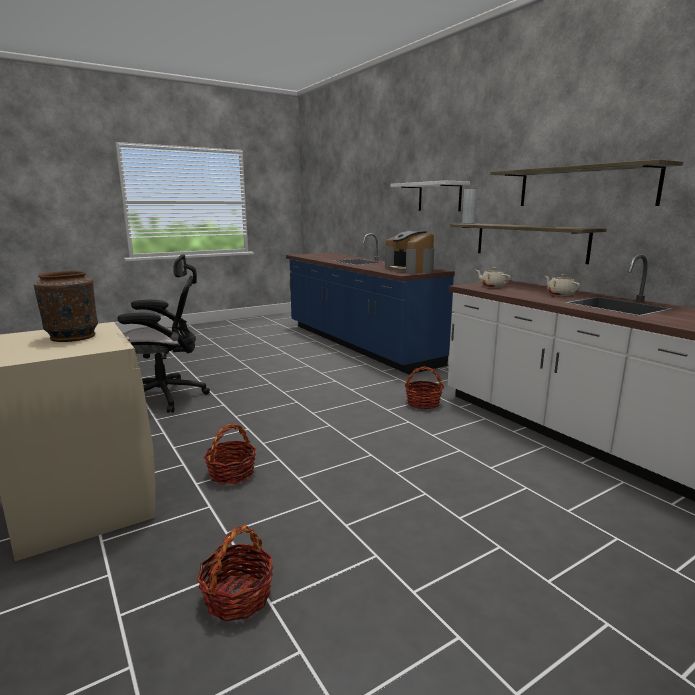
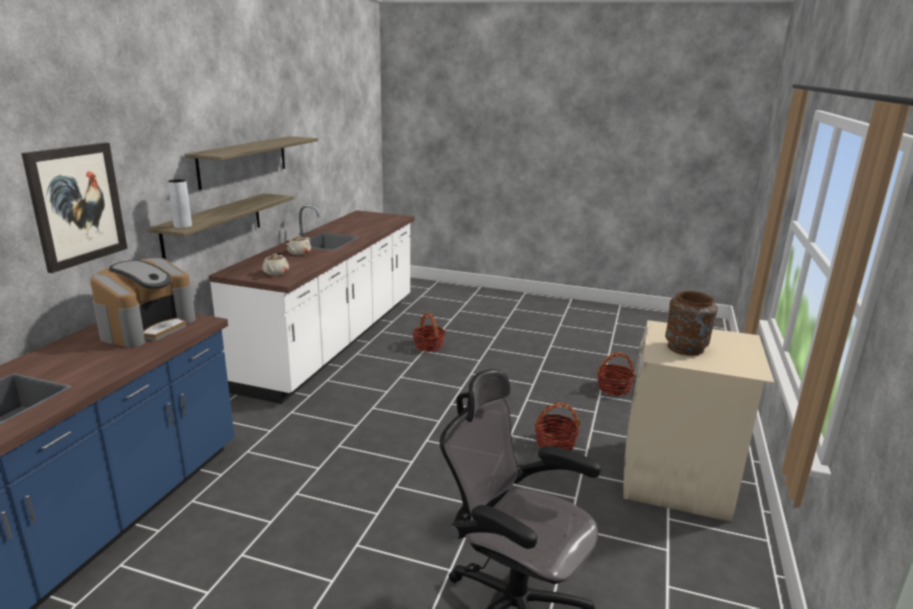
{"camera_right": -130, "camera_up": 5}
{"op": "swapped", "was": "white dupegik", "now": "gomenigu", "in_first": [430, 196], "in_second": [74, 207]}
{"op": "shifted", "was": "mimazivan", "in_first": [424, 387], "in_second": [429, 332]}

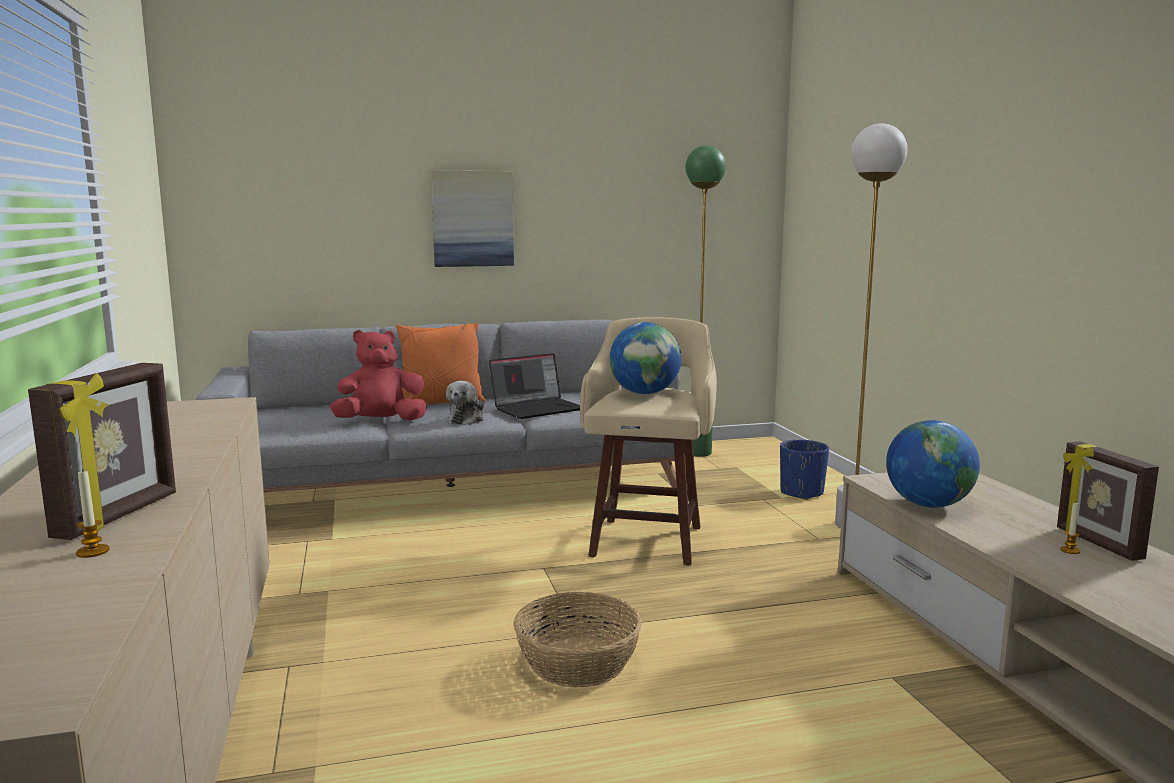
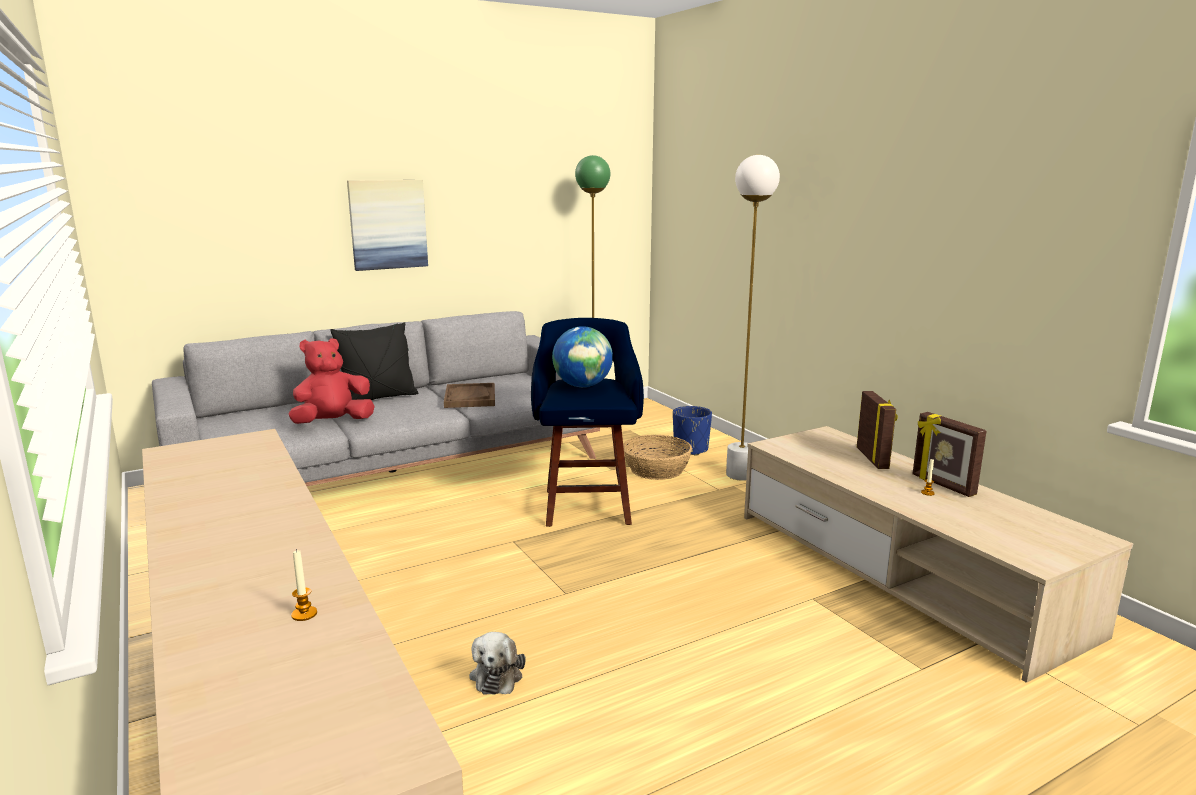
{"camera_right": -15, "camera_up": 5}
{"op": "shifted", "was": "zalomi", "in_first": [102, 451], "in_second": [877, 430]}
{"op": "repainted", "was": "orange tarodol", "now": "black tarodol", "in_first": [441, 364], "in_second": [374, 361]}
{"op": "shifted", "was": "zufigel", "in_first": [465, 403], "in_second": [497, 663]}
{"op": "swapped", "was": "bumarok", "now": "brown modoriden", "in_first": [534, 386], "in_second": [469, 395]}
{"op": "shifted", "was": "mimazivan", "in_first": [577, 639], "in_second": [657, 457]}
{"op": "repainted", "was": "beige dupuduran", "now": "blue dupuduran", "in_first": [648, 441], "in_second": [587, 422]}
{"op": "gone", "was": "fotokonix", "in_first": [933, 464]}

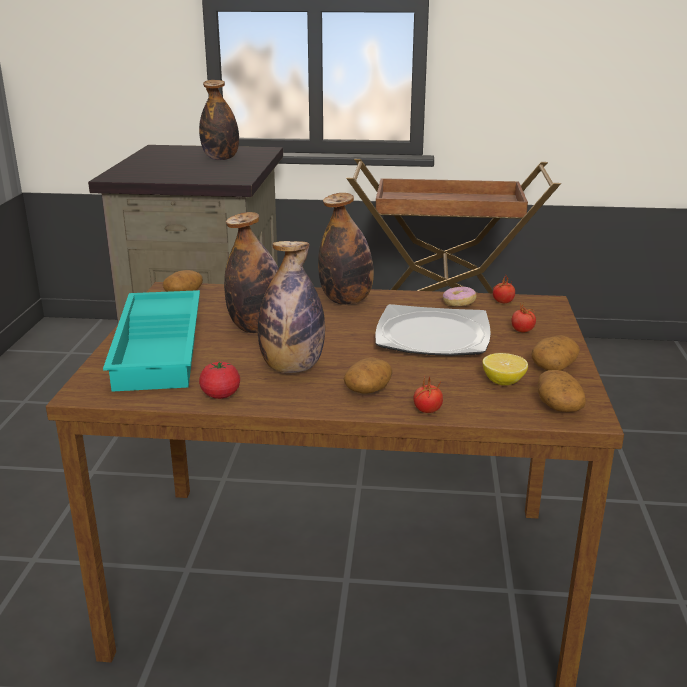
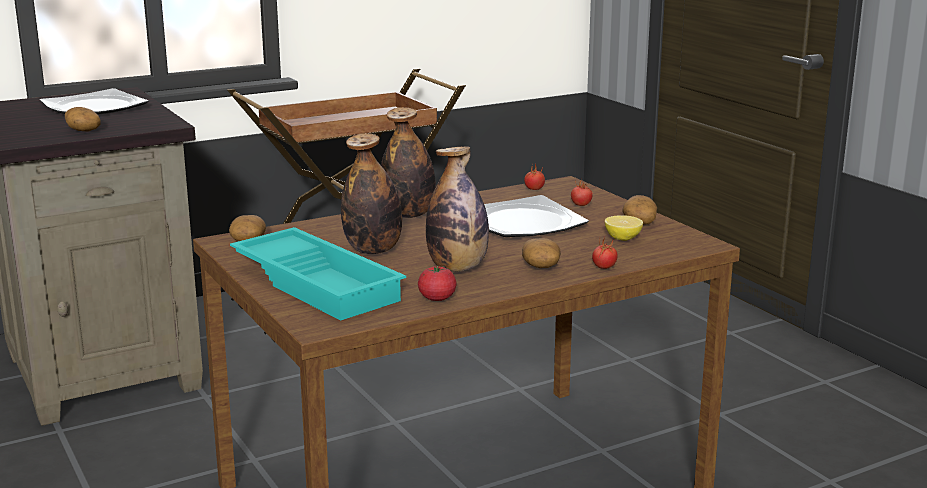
{"camera_right": -35, "camera_up": -5}
{"op": "swapped", "was": "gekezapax", "now": "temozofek", "in_first": [219, 120], "in_second": [94, 101]}
{"op": "gone", "was": "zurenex", "in_first": [459, 296]}
{"op": "shifted", "was": "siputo", "in_first": [562, 391], "in_second": [83, 119]}

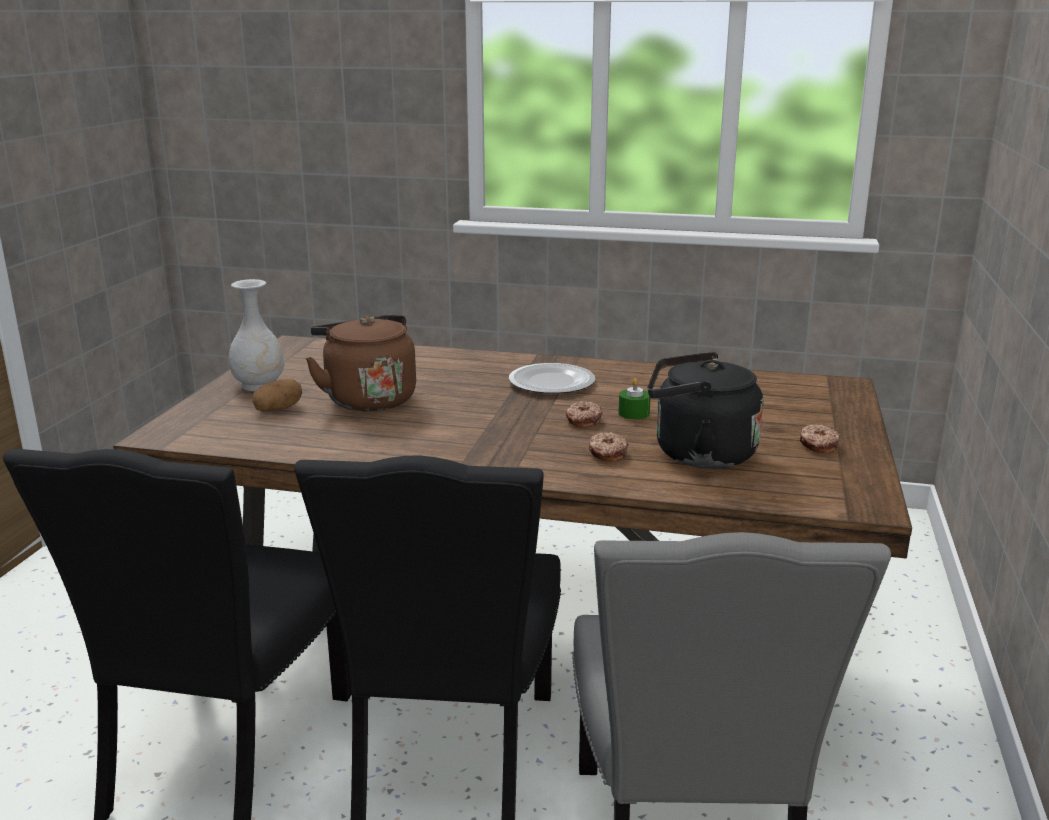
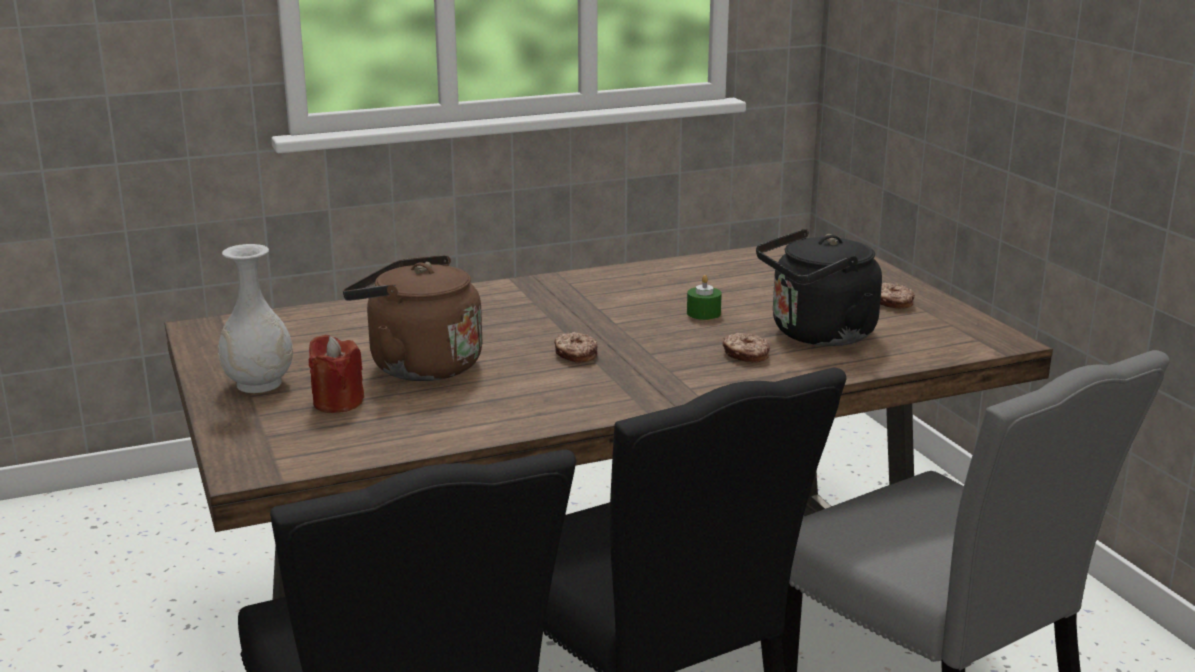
{"camera_right": -35, "camera_up": 0}
{"op": "swapped", "was": "siputo", "now": "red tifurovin", "in_first": [277, 395], "in_second": [336, 374]}
{"op": "gone", "was": "temozofek", "in_first": [552, 378]}
{"op": "shifted", "was": "zurenex", "in_first": [584, 414], "in_second": [576, 347]}

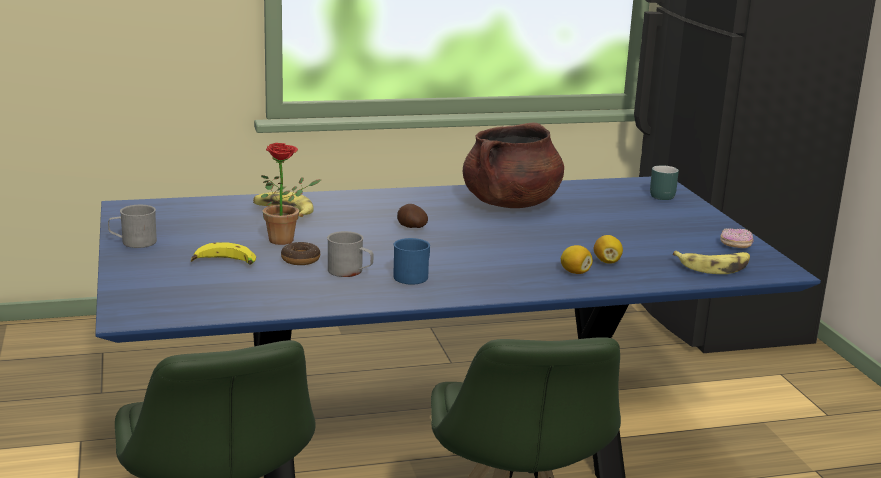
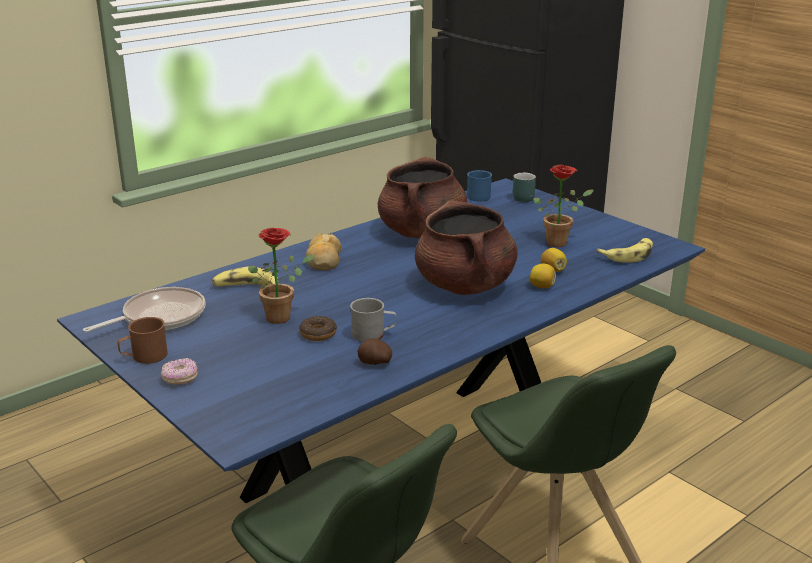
{"camera_right": -25, "camera_up": 5}
{"op": "repainted", "was": "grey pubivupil", "now": "brown pubivupil", "in_first": [132, 226], "in_second": [142, 340]}
{"op": "gone", "was": "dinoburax", "in_first": [223, 253]}
{"op": "shifted", "was": "blue pubivupil", "in_first": [411, 261], "in_second": [479, 185]}
{"op": "shifted", "was": "siputo", "in_first": [412, 216], "in_second": [375, 351]}
{"op": "shifted", "was": "zurenex", "in_first": [736, 238], "in_second": [179, 371]}
{"op": "new", "now": "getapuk", "in_second": [144, 309]}
{"op": "new", "now": "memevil", "in_second": [323, 251]}
{"op": "new", "now": "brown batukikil", "in_second": [466, 247]}
{"op": "new", "now": "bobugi", "in_second": [564, 206]}

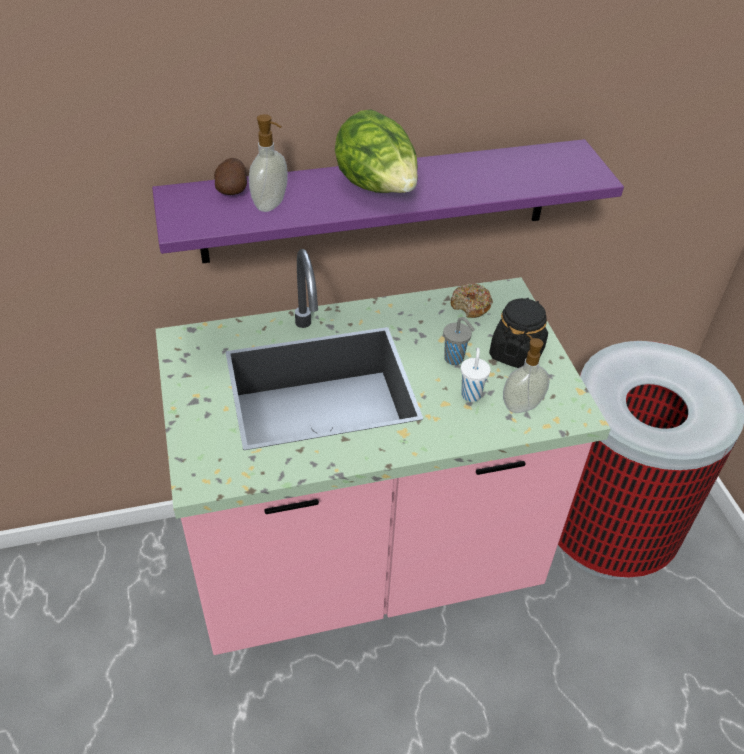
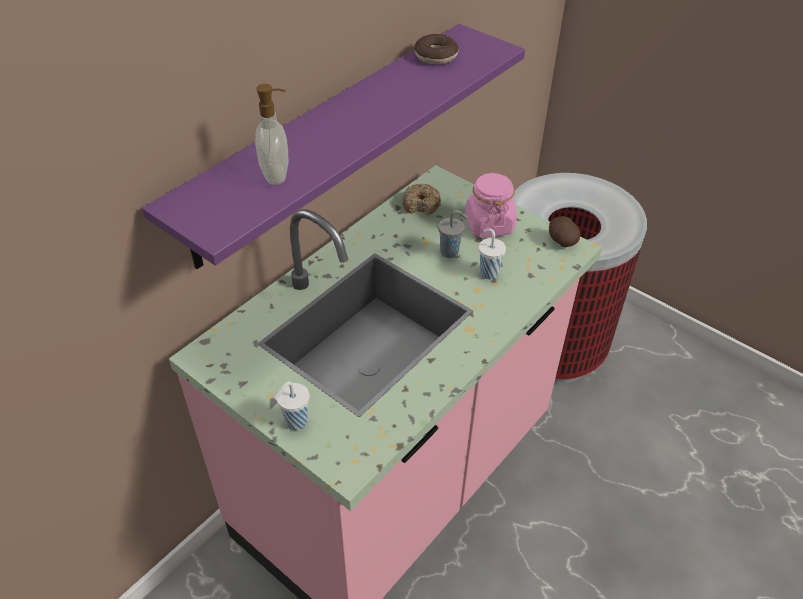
{"camera_right": -35, "camera_up": 0}
{"op": "shifted", "was": "siputo", "in_first": [230, 176], "in_second": [564, 231]}
{"op": "gone", "was": "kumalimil", "in_first": [376, 151]}
{"op": "repainted", "was": "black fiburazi", "now": "pink fiburazi", "in_first": [518, 333], "in_second": [491, 204]}
{"op": "gone", "was": "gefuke", "in_first": [526, 373]}
{"op": "new", "now": "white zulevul", "in_second": [291, 405]}
{"op": "new", "now": "zurenex", "in_second": [436, 49]}

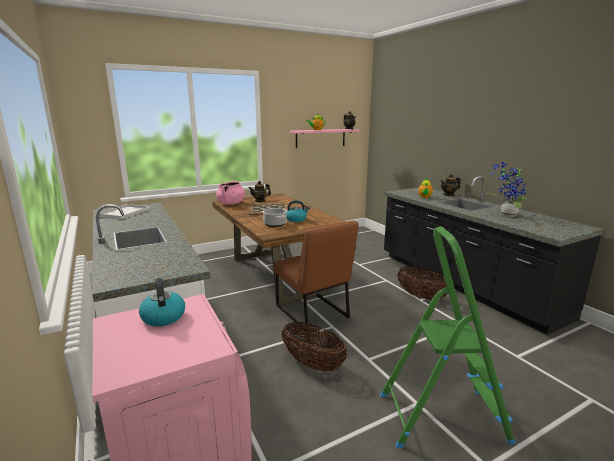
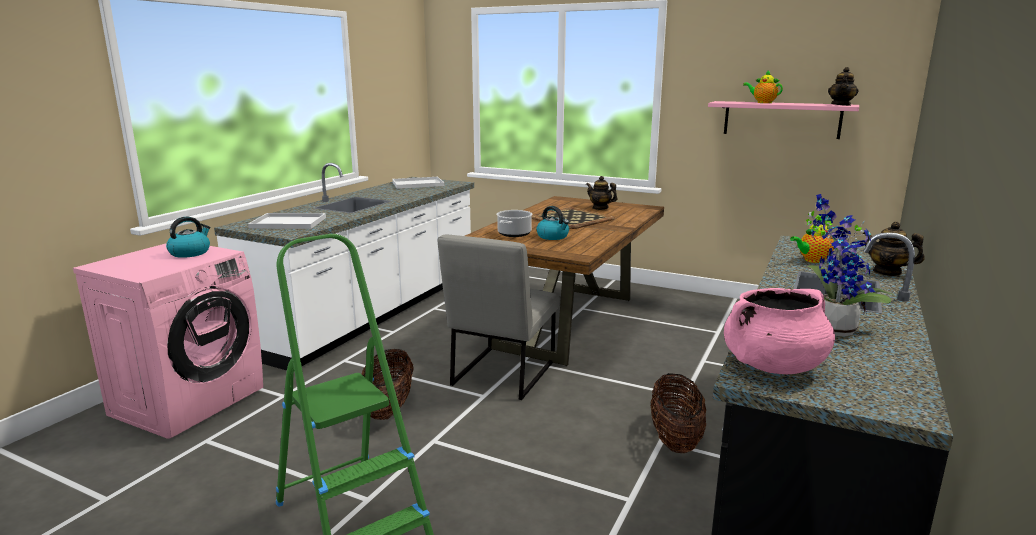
{"camera_right": 55, "camera_up": 0}
{"op": "shifted", "was": "pink batukikil", "in_first": [230, 193], "in_second": [779, 331]}
{"op": "repainted", "was": "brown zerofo", "now": "grey zerofo", "in_first": [316, 276], "in_second": [499, 317]}
{"op": "new", "now": "white modoriden", "in_second": [287, 221]}

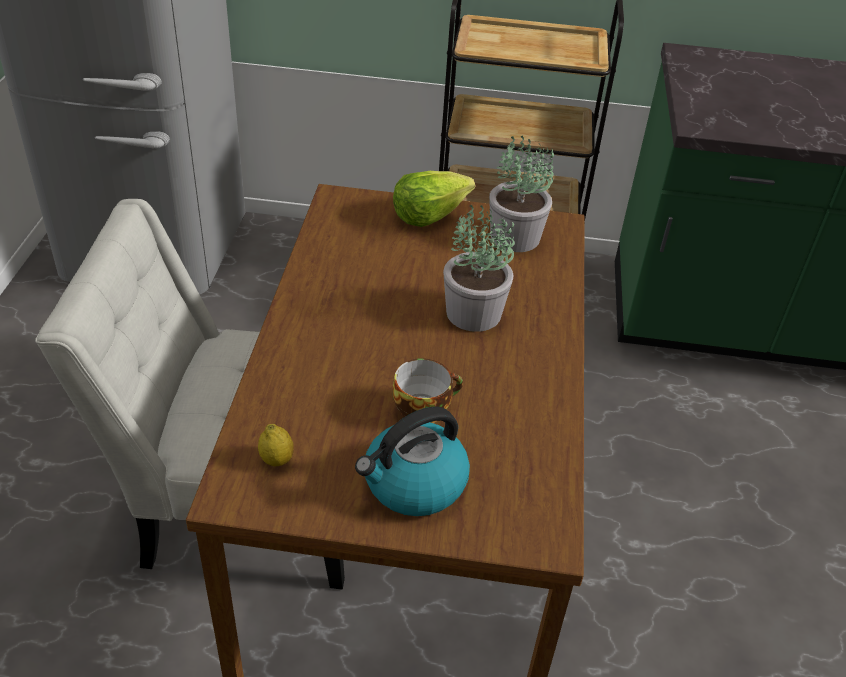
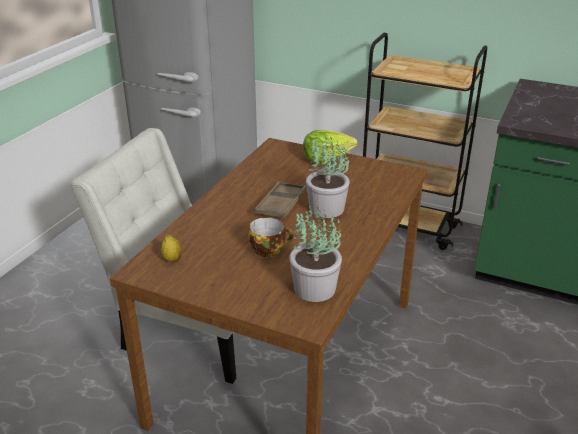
{"camera_right": 20, "camera_up": -10}
{"op": "gone", "was": "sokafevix", "in_first": [412, 461]}
{"op": "shifted", "was": "bobugi", "in_first": [521, 193], "in_second": [315, 254]}
{"op": "new", "now": "brown modoriden", "in_second": [281, 200]}

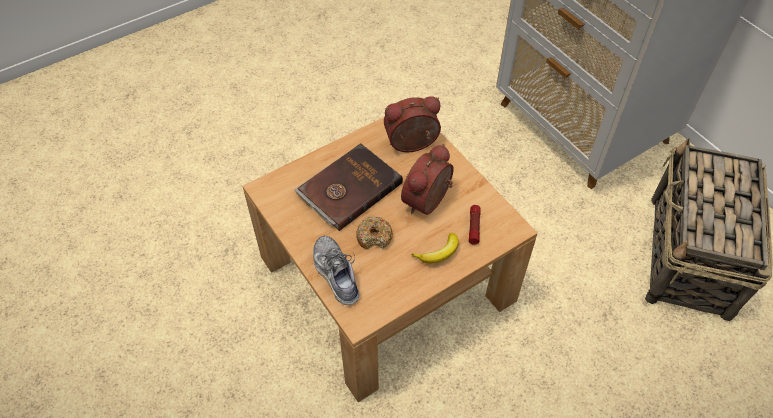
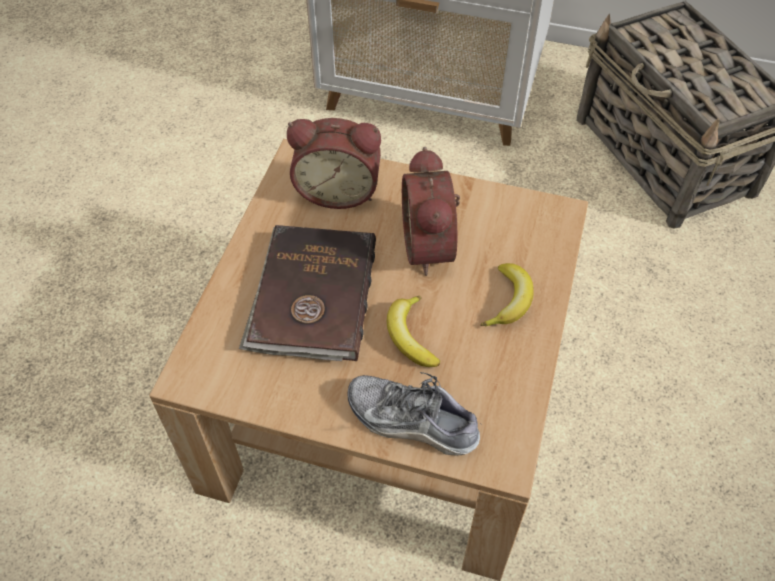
{"camera_right": -40, "camera_up": 0}
{"op": "swapped", "was": "zurenex", "now": "dinoburax", "in_first": [374, 233], "in_second": [413, 331]}
{"op": "rotated", "was": "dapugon", "in_first": [412, 124], "in_second": [334, 163], "clockwise": -120}
{"op": "gone", "was": "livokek", "in_first": [475, 225]}

